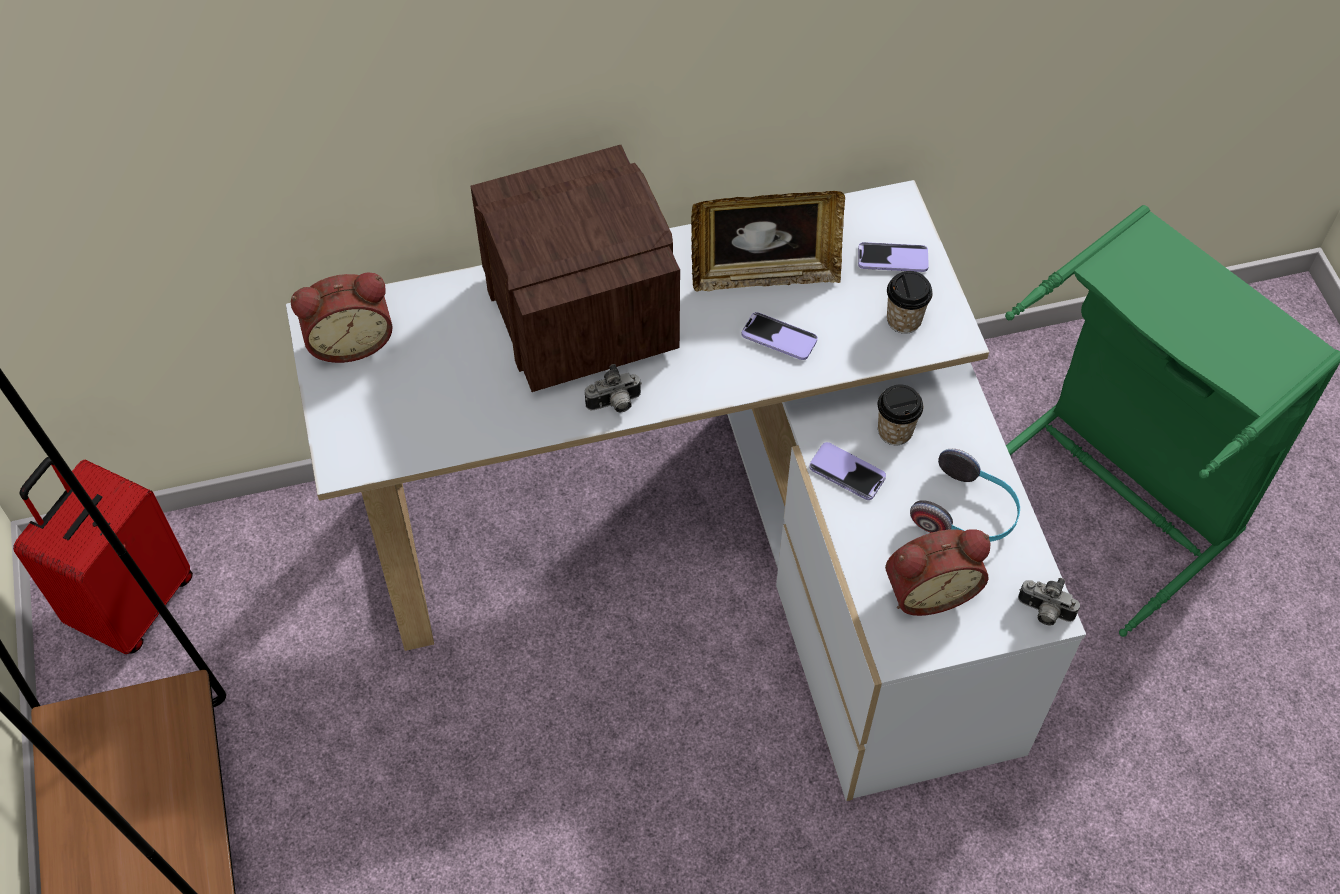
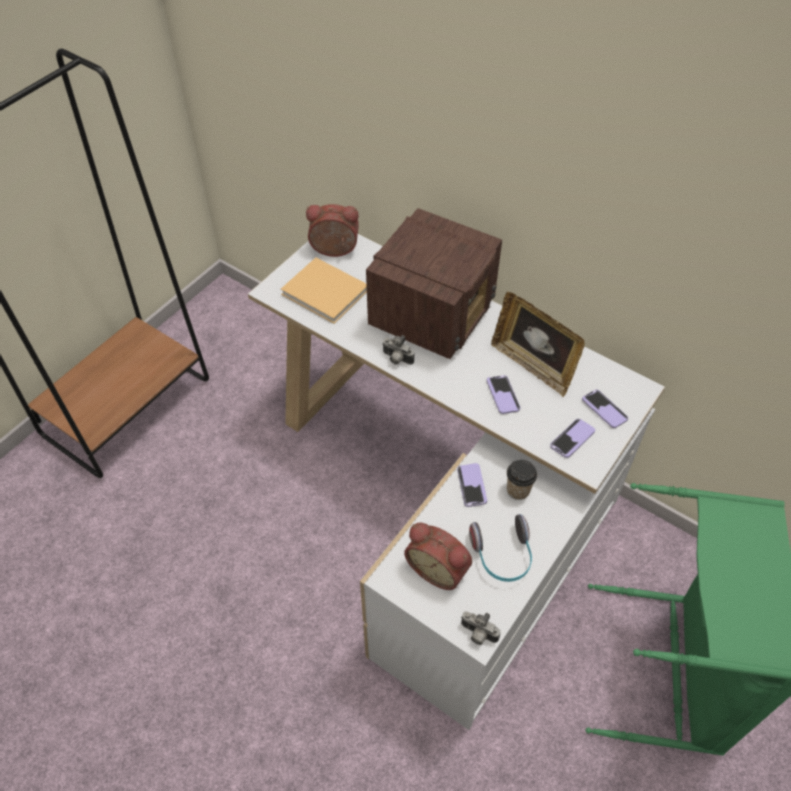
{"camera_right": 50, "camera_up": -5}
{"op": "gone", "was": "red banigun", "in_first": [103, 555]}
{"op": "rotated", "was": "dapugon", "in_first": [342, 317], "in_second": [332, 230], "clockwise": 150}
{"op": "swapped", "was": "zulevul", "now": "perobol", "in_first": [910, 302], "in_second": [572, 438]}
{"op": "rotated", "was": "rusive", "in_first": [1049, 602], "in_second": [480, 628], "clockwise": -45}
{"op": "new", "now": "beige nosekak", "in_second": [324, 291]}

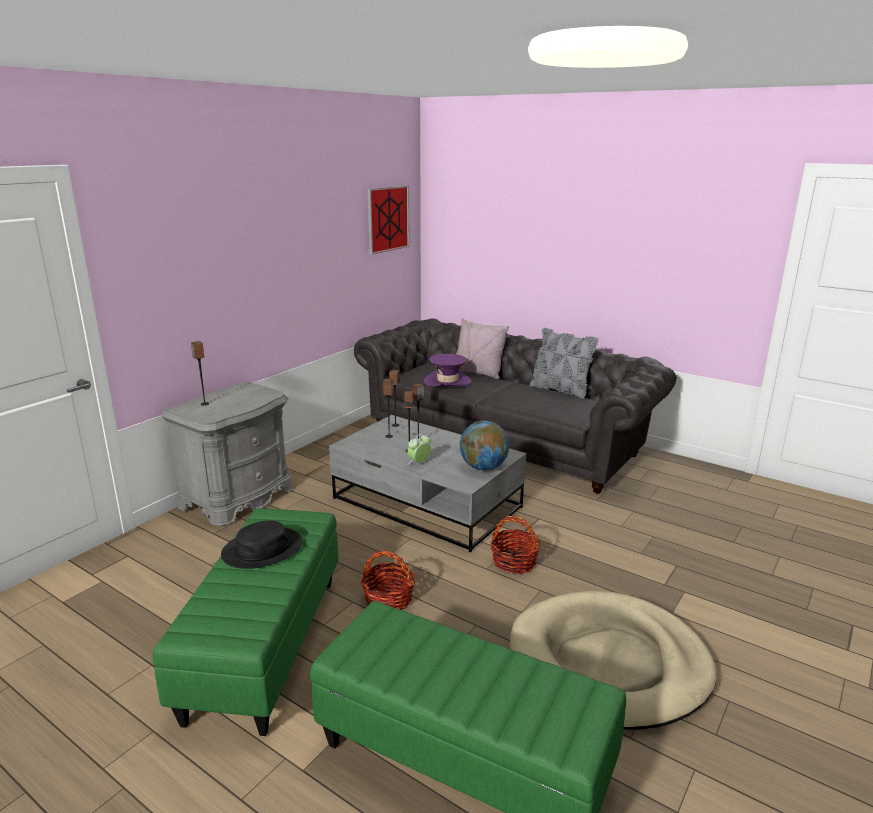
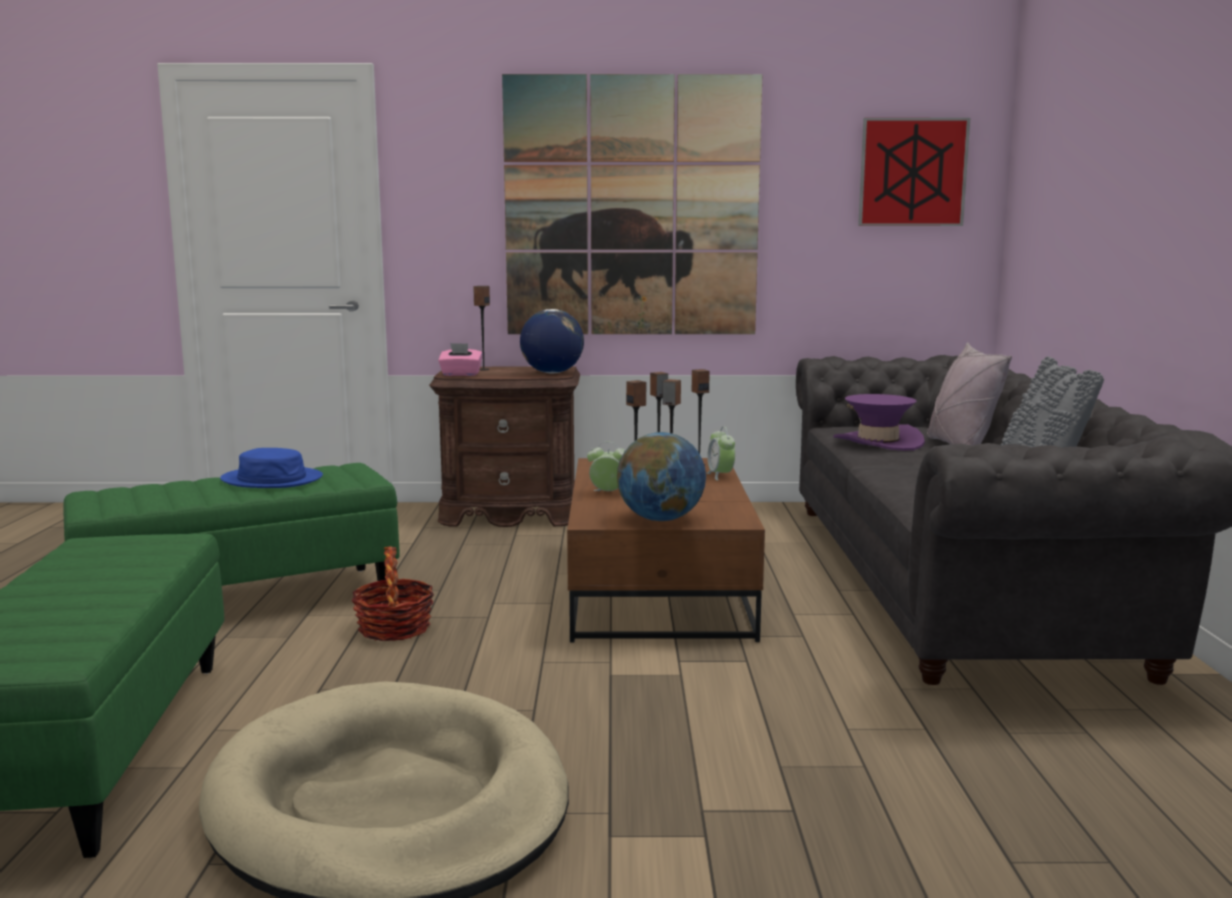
{"camera_right": 55, "camera_up": -10}
{"op": "repainted", "was": "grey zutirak", "now": "brown zutirak", "in_first": [227, 453], "in_second": [504, 447]}
{"op": "repainted", "was": "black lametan", "now": "blue lametan", "in_first": [262, 544], "in_second": [271, 468]}
{"op": "repainted", "was": "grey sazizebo", "now": "brown sazizebo", "in_first": [427, 483], "in_second": [666, 550]}
{"op": "gone", "was": "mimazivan", "in_first": [515, 545]}
{"op": "new", "now": "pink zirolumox", "in_second": [460, 359]}
{"op": "new", "now": "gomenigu", "in_second": [632, 204]}
{"op": "new", "now": "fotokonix", "in_second": [552, 341]}
{"op": "new", "now": "dapugon", "in_second": [721, 453]}

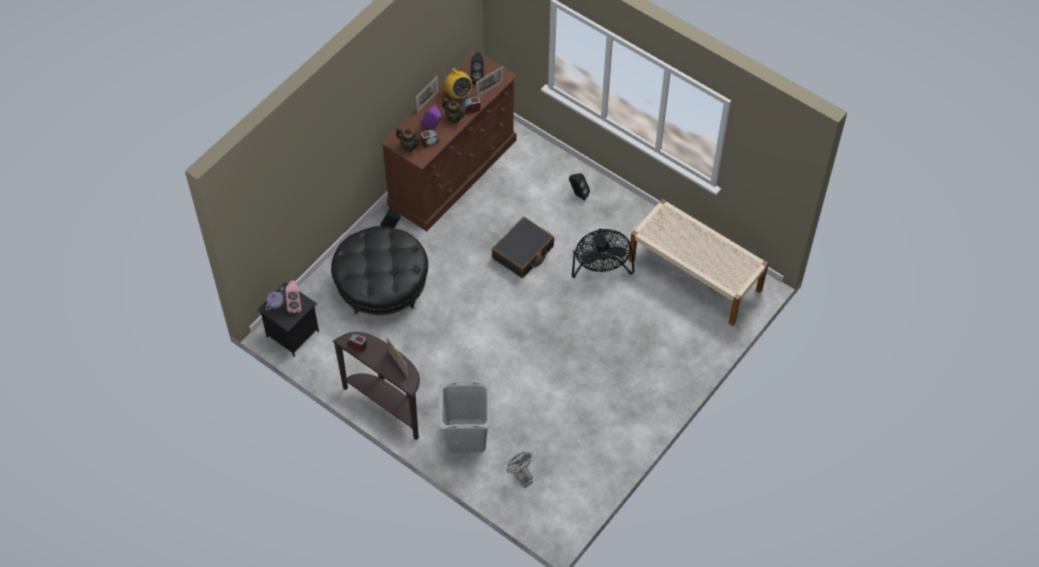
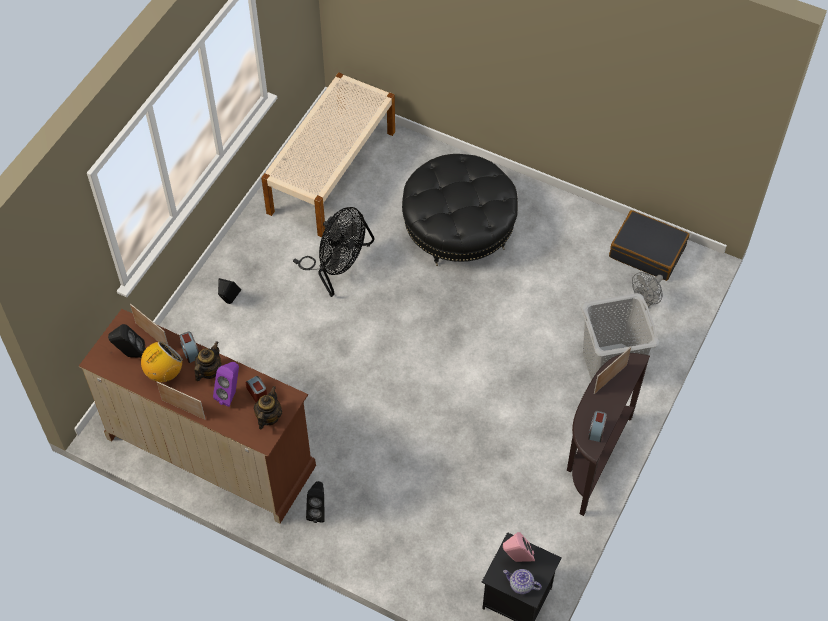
{"camera_right": -100, "camera_up": 0}
{"op": "shifted", "was": "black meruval", "in_first": [379, 270], "in_second": [460, 210]}
{"op": "shifted", "was": "black banigun", "in_first": [523, 247], "in_second": [649, 245]}
{"op": "rotated", "was": "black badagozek", "in_first": [603, 253], "in_second": [333, 252], "clockwise": 45}

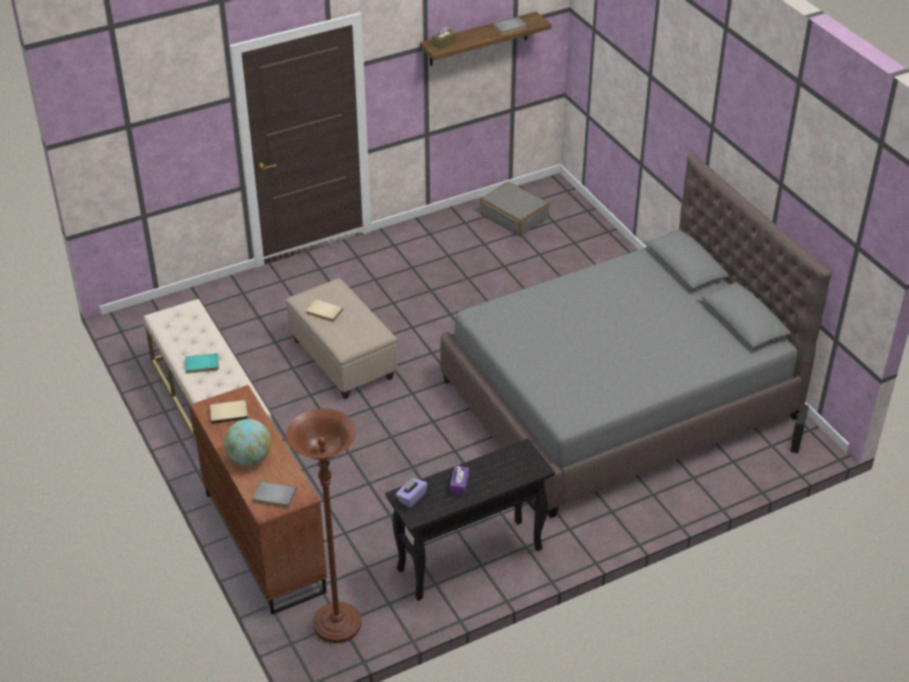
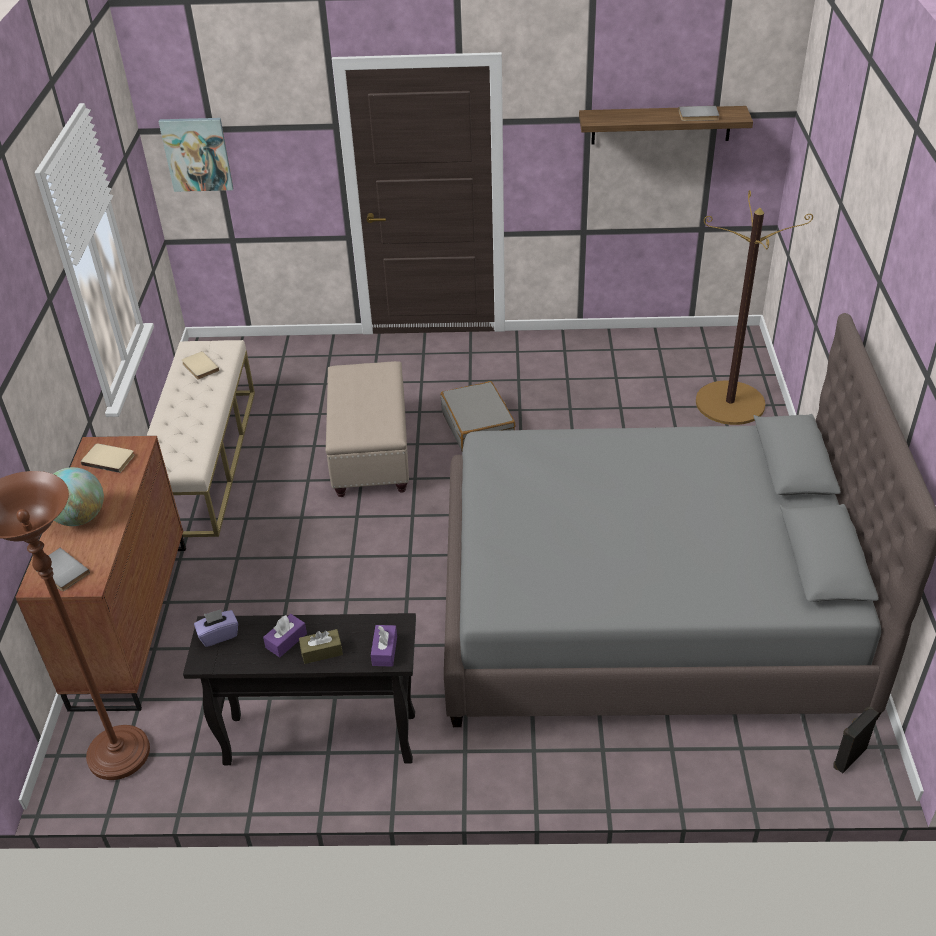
{"camera_right": 30, "camera_up": 0}
{"op": "gone", "was": "turquoise nosekak", "in_first": [202, 363]}
{"op": "shifted", "was": "beige nosekak", "in_first": [324, 310], "in_second": [200, 365]}
{"op": "shifted", "was": "brown zirolumox", "in_first": [444, 37], "in_second": [321, 646]}
{"op": "shifted", "was": "grey banigun", "in_first": [514, 209], "in_second": [478, 416]}
{"op": "new", "now": "gomenigu", "in_second": [196, 155]}
{"op": "new", "now": "purple zirolumox", "in_second": [384, 646]}
{"op": "new", "now": "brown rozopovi", "in_second": [754, 307]}

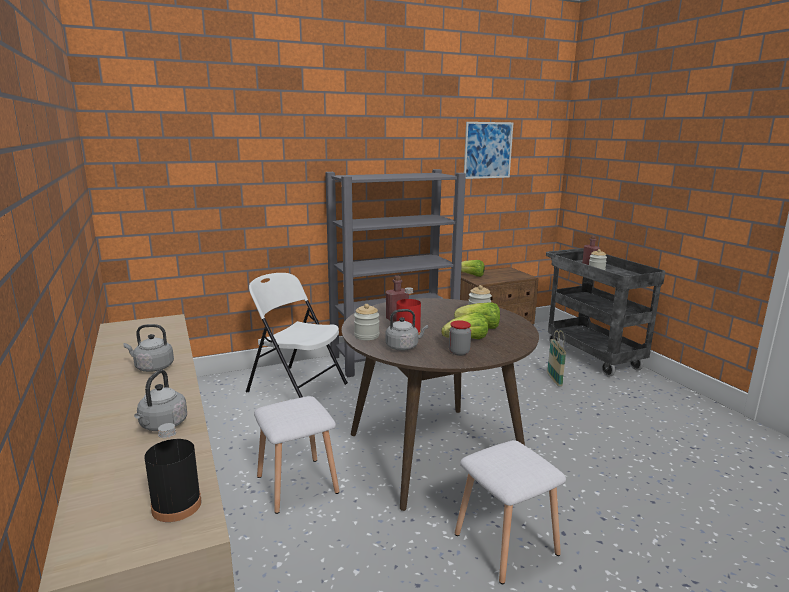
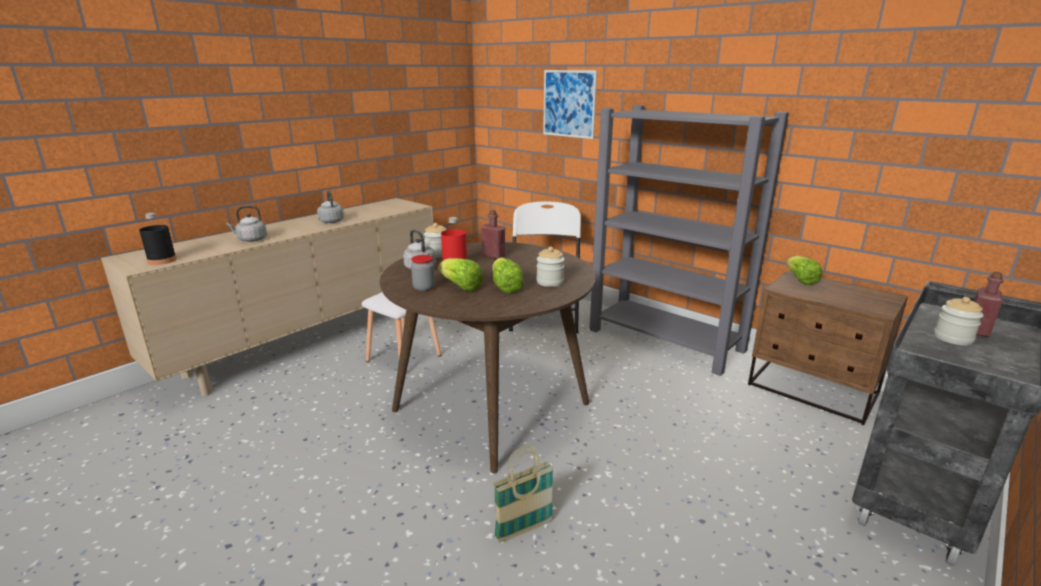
{"camera_right": 65, "camera_up": 5}
{"op": "gone", "was": "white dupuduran", "in_first": [510, 512]}
{"op": "shifted", "was": "gomenigu", "in_first": [488, 150], "in_second": [570, 104]}
{"op": "shifted", "was": "mimazivan", "in_first": [556, 358], "in_second": [523, 494]}

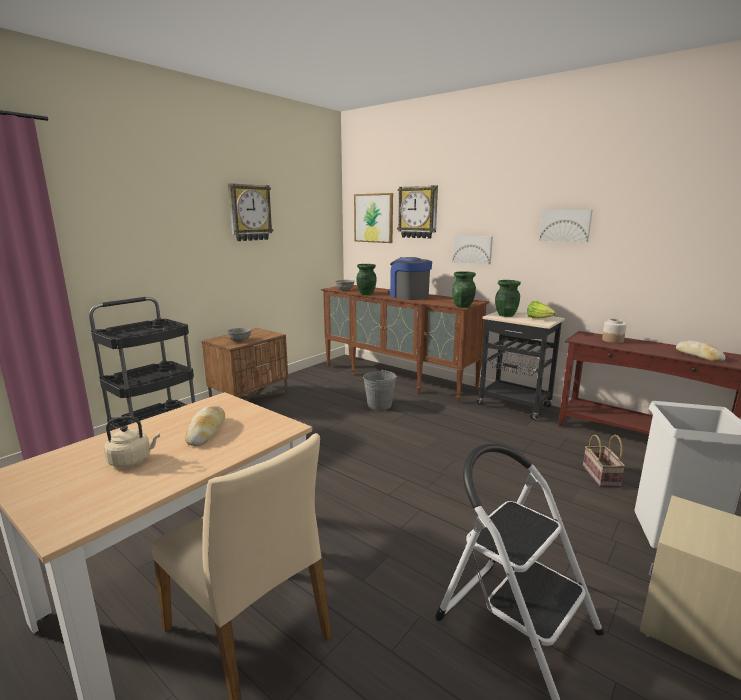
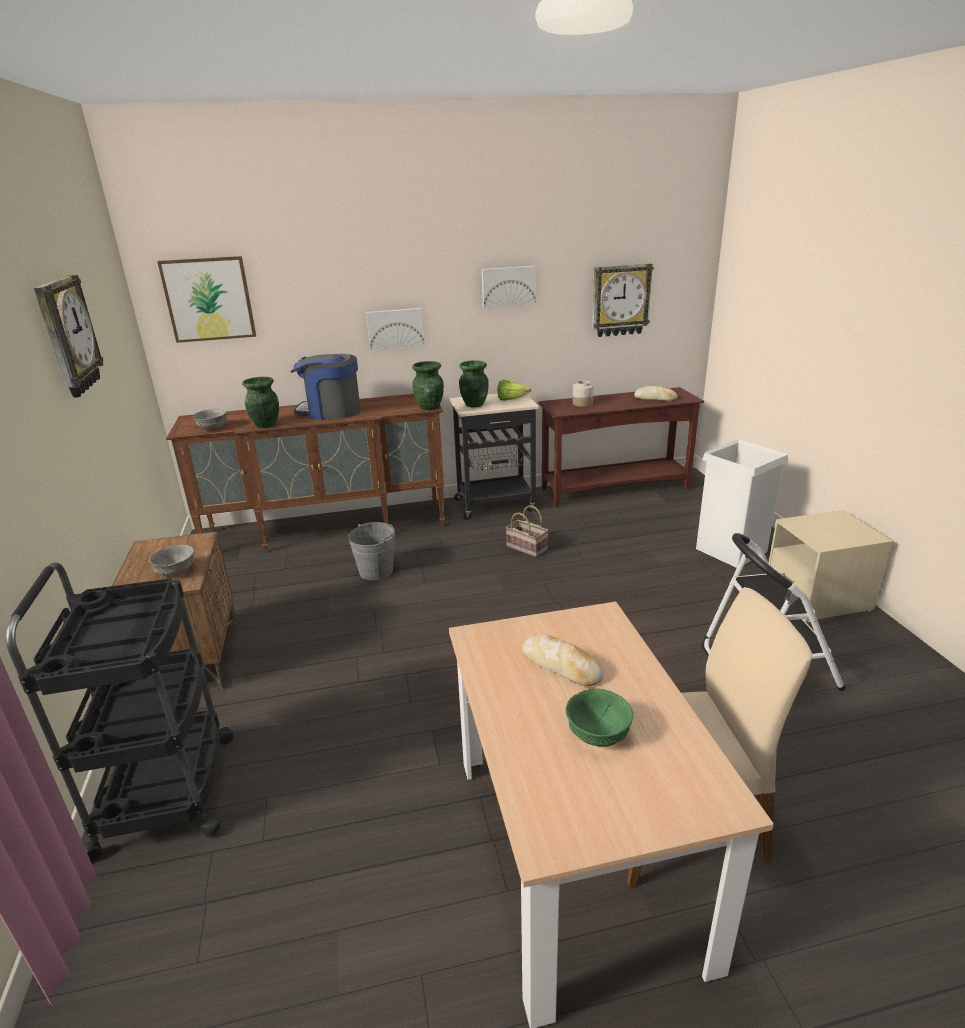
{"camera_right": -50, "camera_up": 10}
{"op": "swapped", "was": "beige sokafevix", "now": "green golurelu", "in_first": [132, 441], "in_second": [599, 718]}
{"op": "shifted", "was": "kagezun", "in_first": [417, 212], "in_second": [623, 300]}
{"op": "shifted", "was": "mimazivan", "in_first": [604, 461], "in_second": [527, 531]}

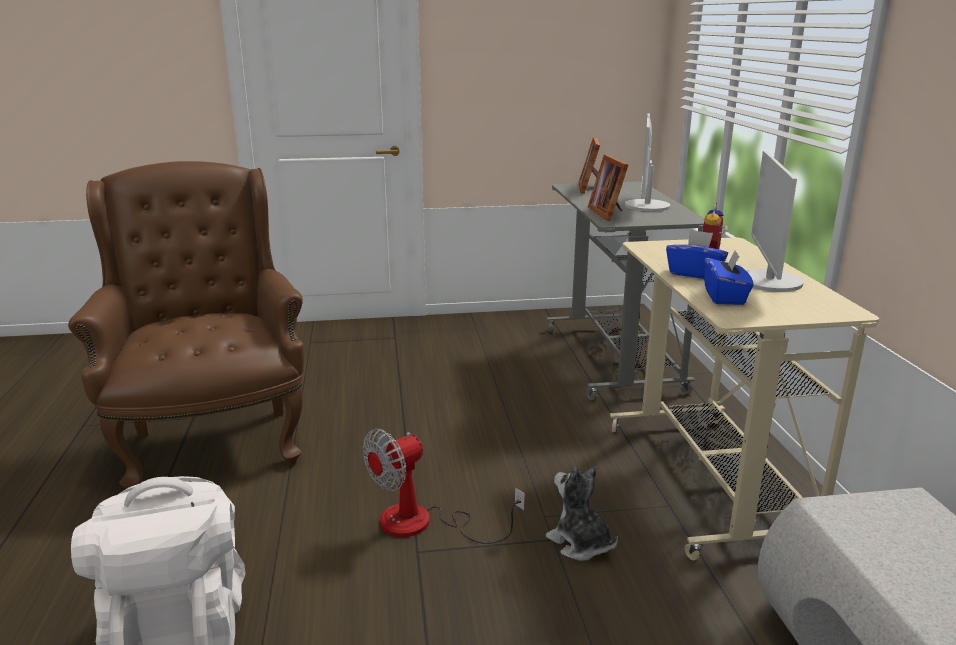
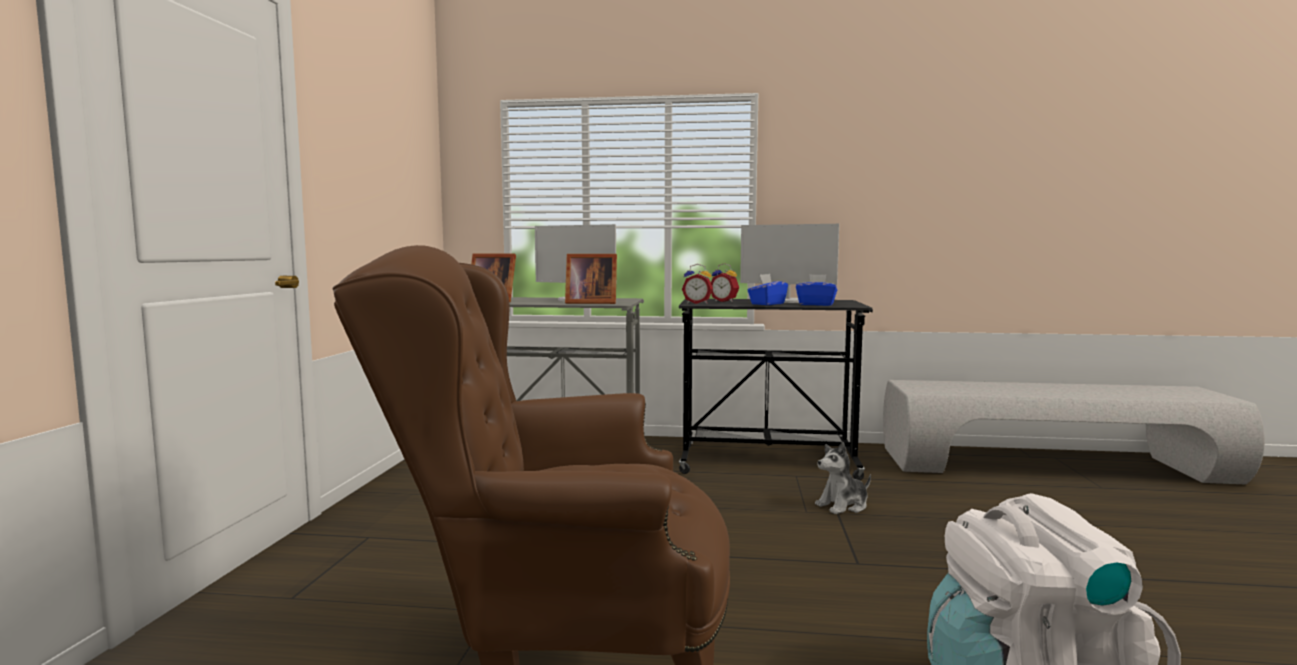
{"camera_right": -75, "camera_up": -15}
{"op": "gone", "was": "badagozek", "in_first": [444, 486]}
{"op": "repainted", "was": "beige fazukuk", "now": "black fazukuk", "in_first": [744, 399], "in_second": [776, 389]}
{"op": "new", "now": "dapugon", "in_second": [697, 284]}

